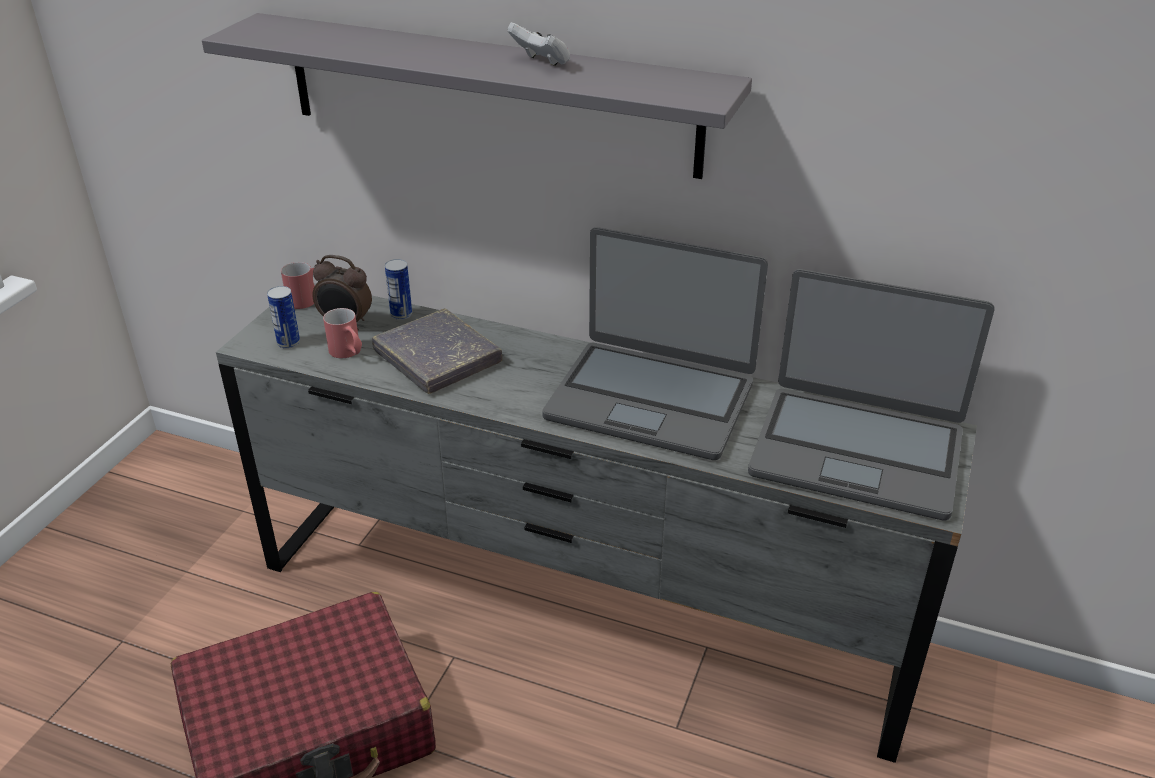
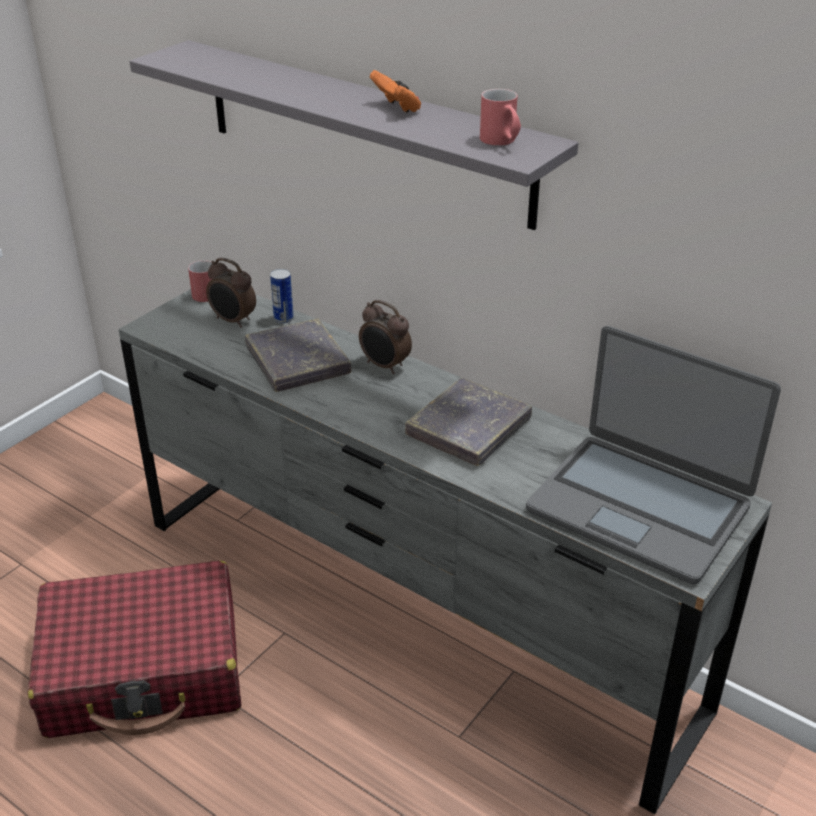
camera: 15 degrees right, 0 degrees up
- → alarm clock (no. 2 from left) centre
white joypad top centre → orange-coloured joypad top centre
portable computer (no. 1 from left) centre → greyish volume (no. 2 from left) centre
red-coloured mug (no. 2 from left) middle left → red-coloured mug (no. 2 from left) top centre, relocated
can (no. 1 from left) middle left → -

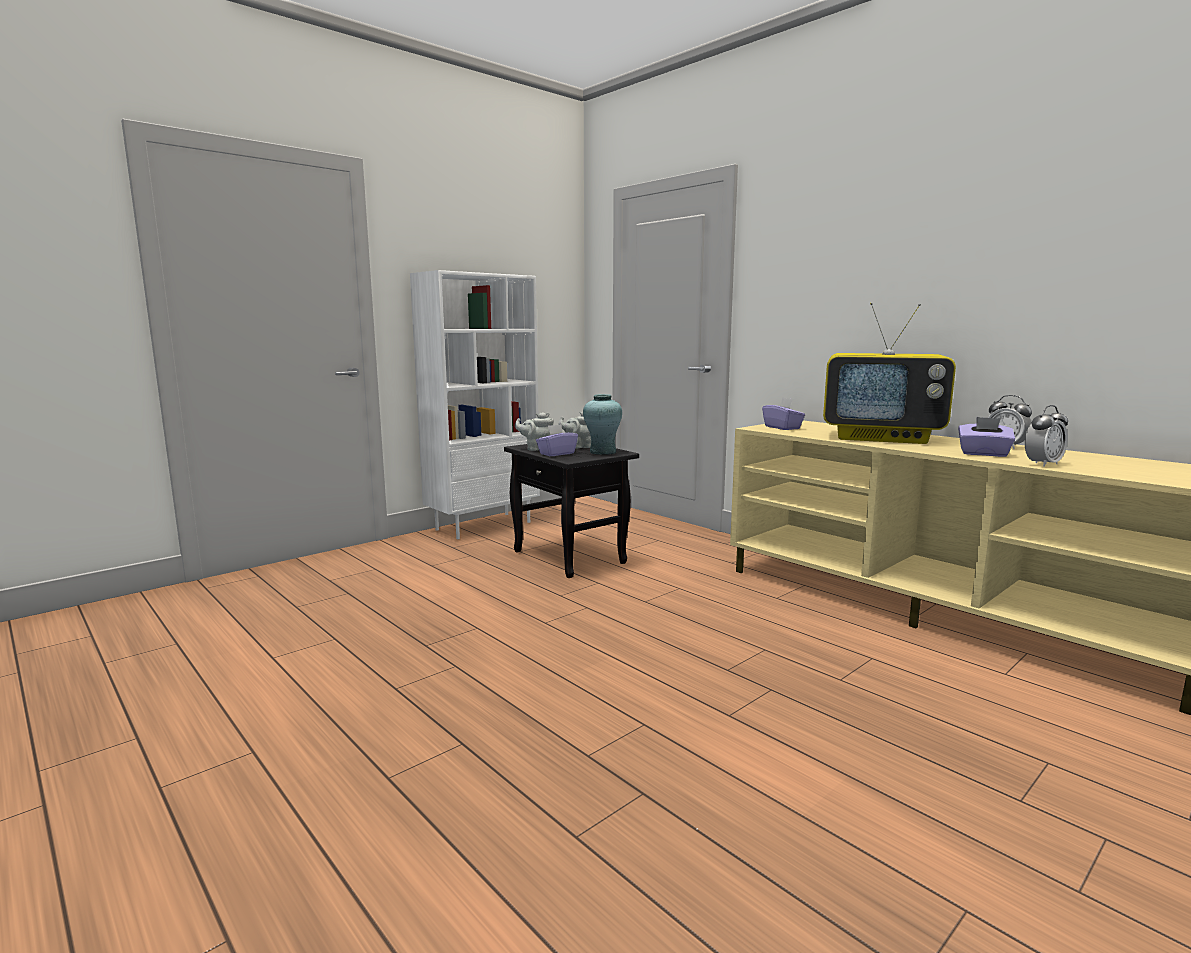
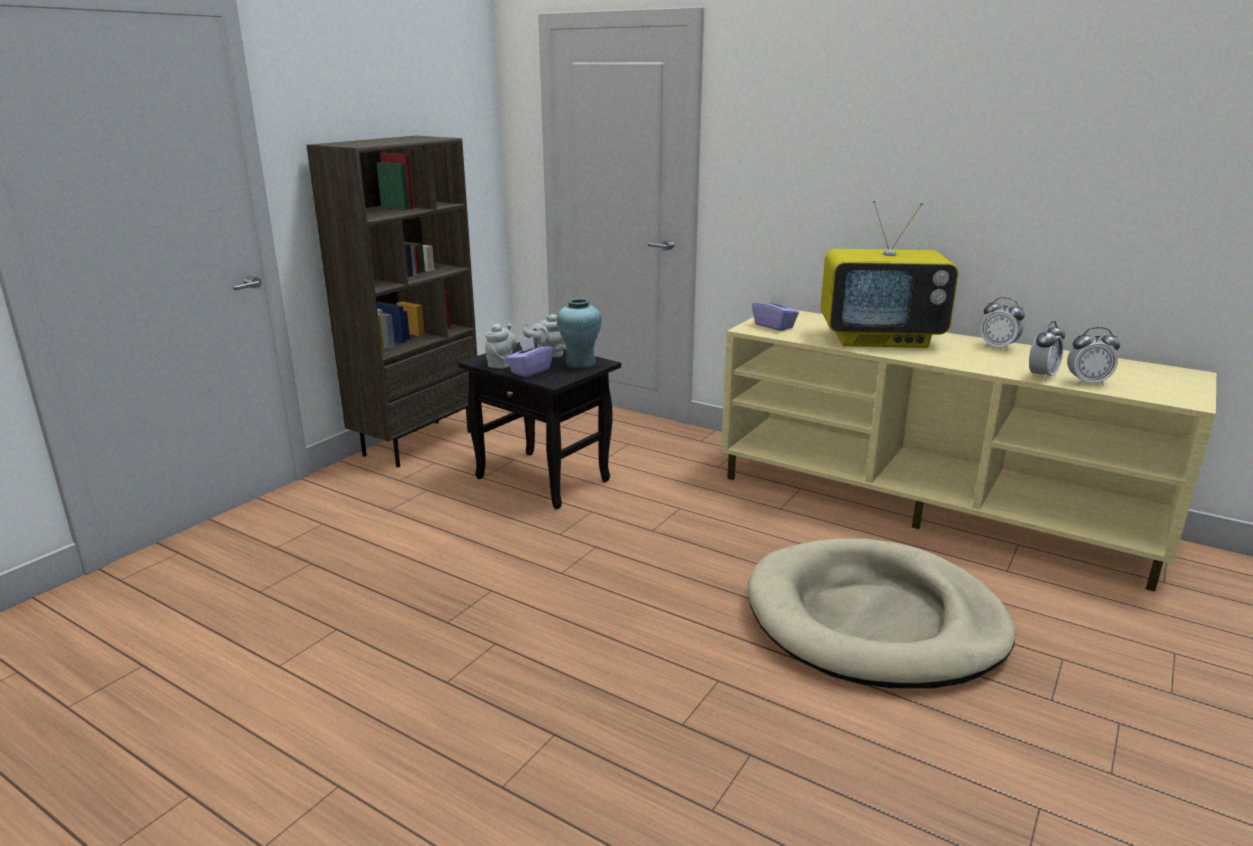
camera: 15 degrees left, 10 degrees up
white shelving unit centre → brown-coloured shelving unit middle left
greyish tea pot (no. 1 from left) centre, 120 degrees clockwise
- → beige dog cushion bottom right
- → alarm clock (no. 3 from left) middle right
purplish tissue holder (no. 3 from left) middle right → -

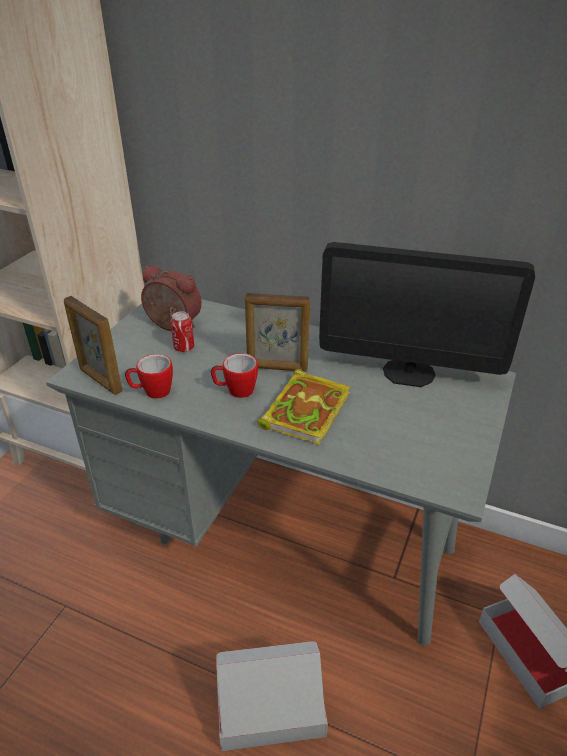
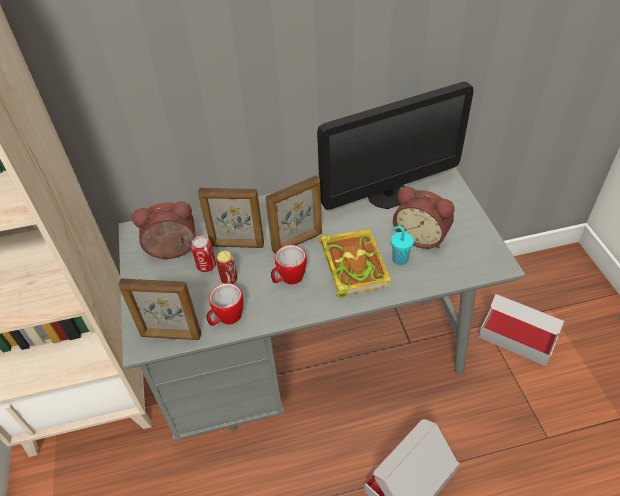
camera: 35 degrees left, 10 degrees up
- → standing frame (no. 2 from left) centre
- → can (no. 2 from left) centre
- → blue-green cup centre
- → alarm clock (no. 2 from left) middle right

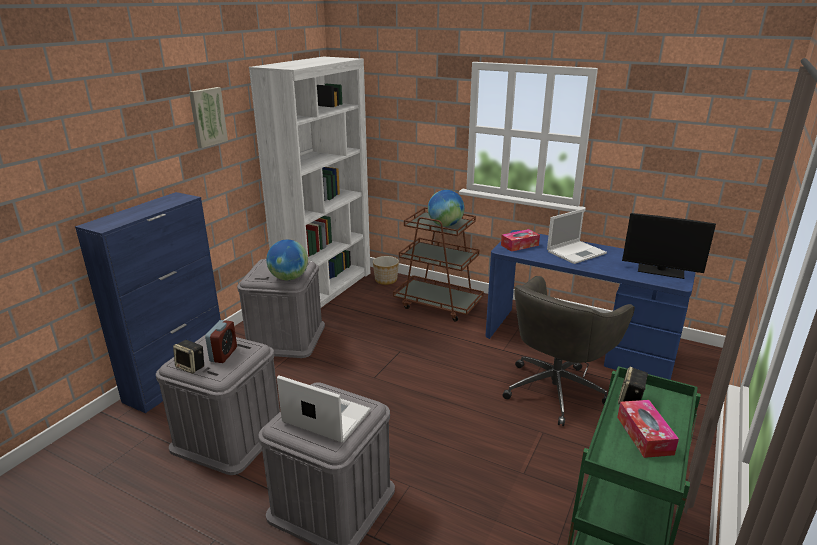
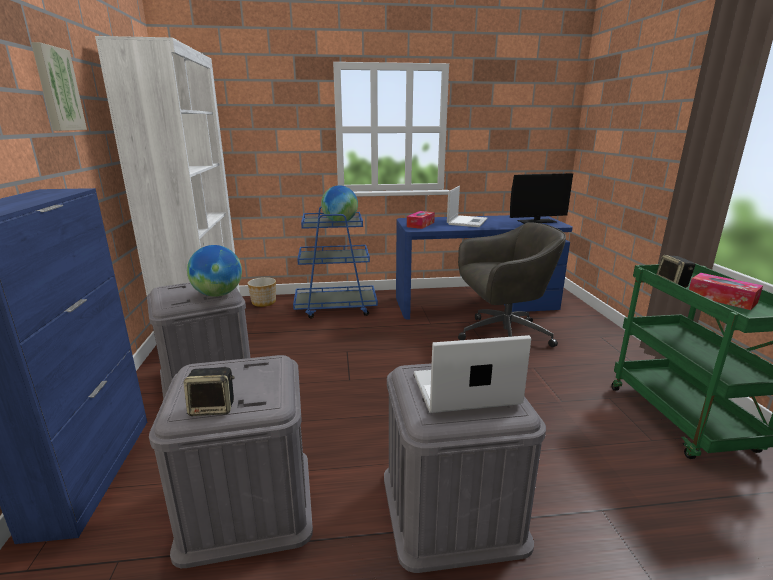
camera: 35 degrees left, 5 degrees down
brown-coloured cart centre → blue-coloured cart centre
greyish computer chair middle right → greyish computer chair centre, 105 degrees counterclockwise
alarm clock middle left → -

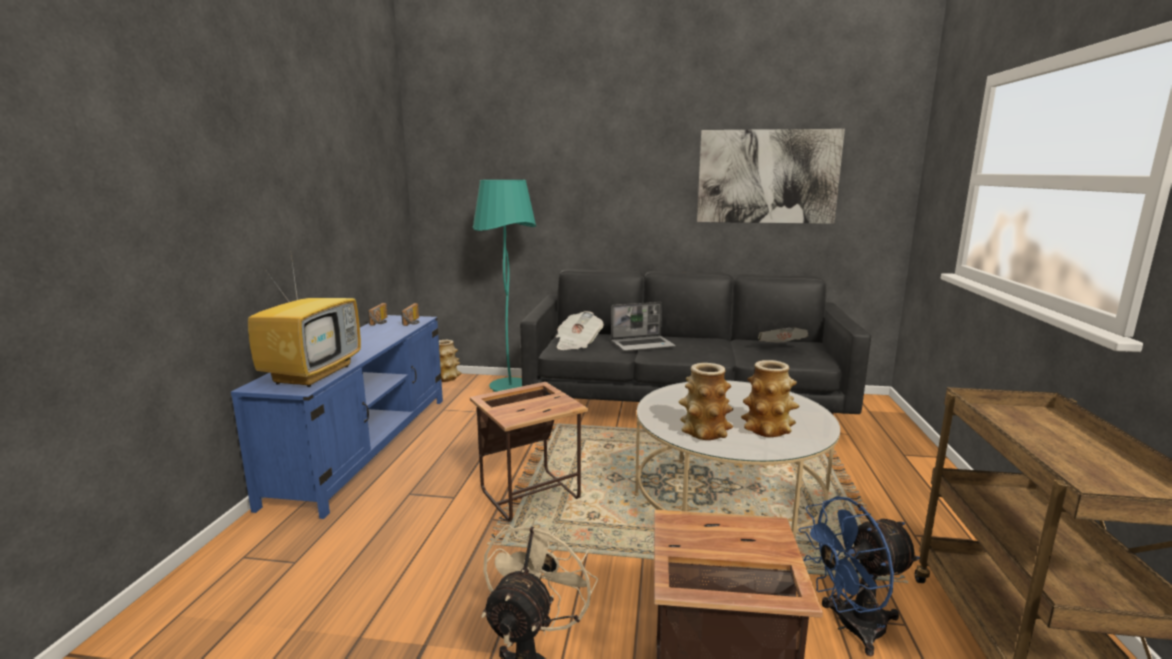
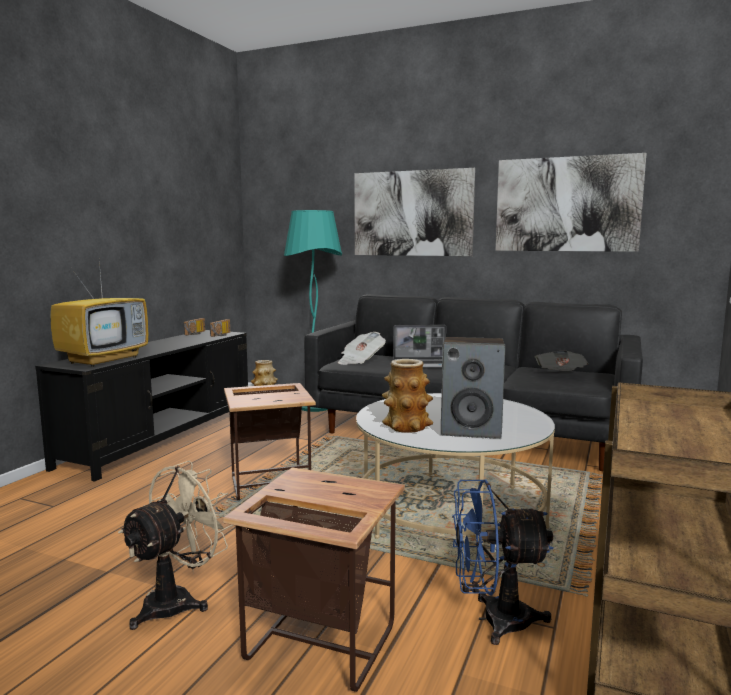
camera: 15 degrees right, 5 degrees down
blue-coloured tv unit middle left → black tv unit middle left
- → wall picture (no. 1 from left) top centre
vase (no. 3 from left) centre → loudspeaker centre

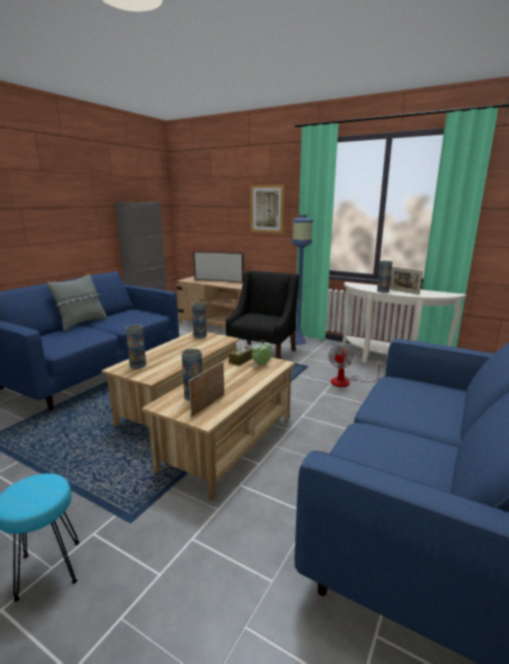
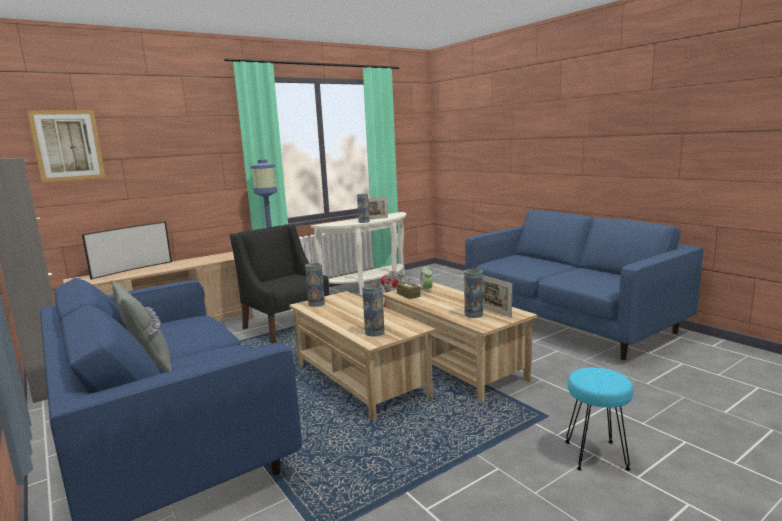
camera: 65 degrees left, 5 degrees down
wall picture top centre → wall picture top left, relocated

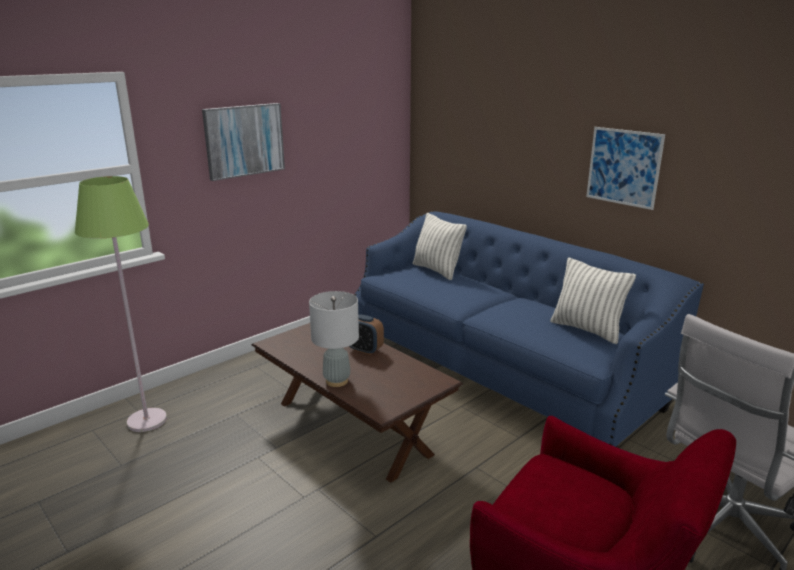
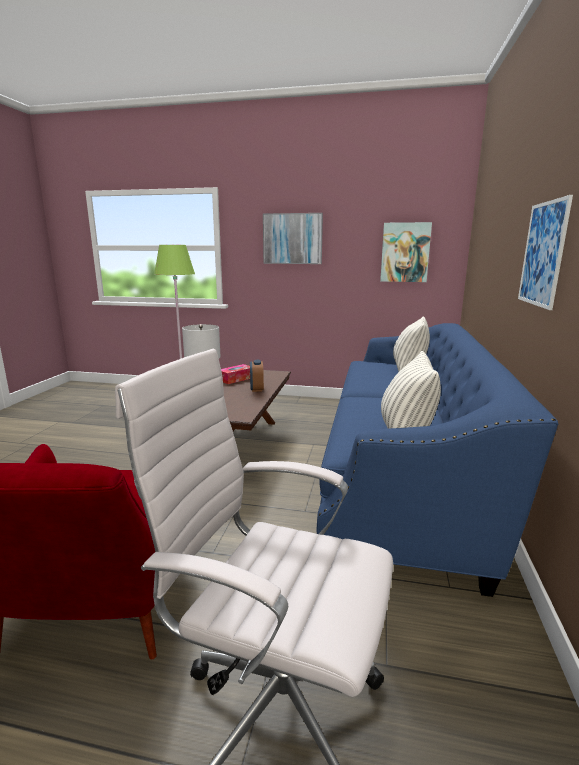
camera: 55 degrees right, 5 degrees down
- → tissue holder centre
- → wall picture (no. 2 from left) top right

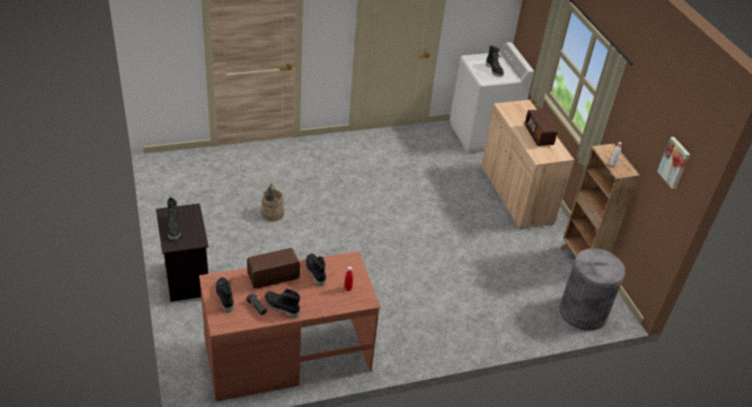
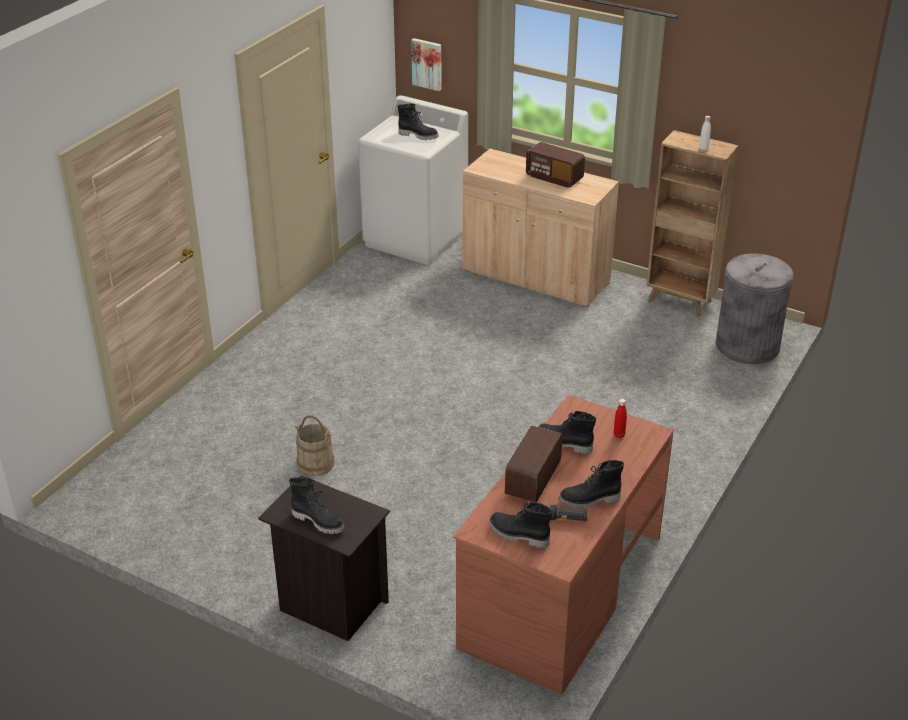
camera: 40 degrees left, 5 degrees down
wall picture middle right → wall picture top centre, relocated

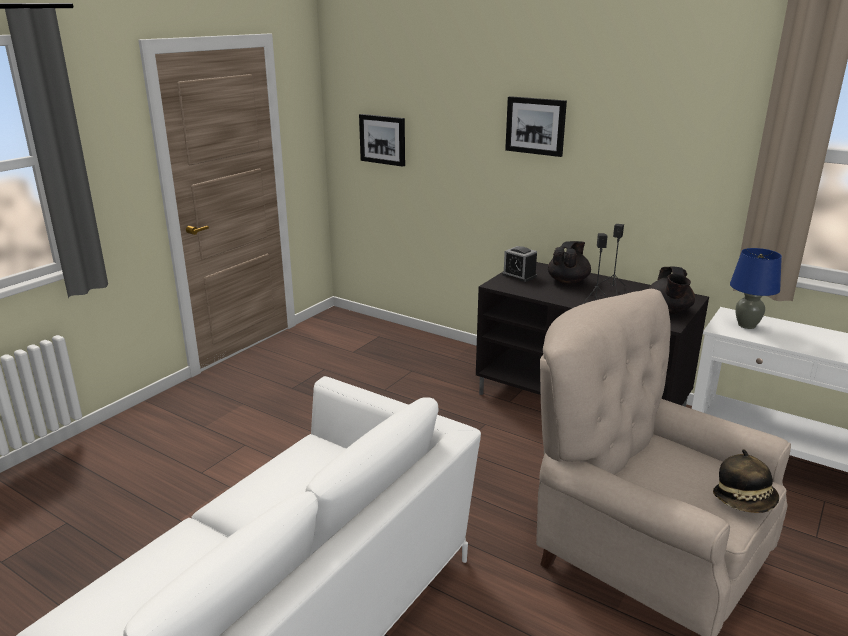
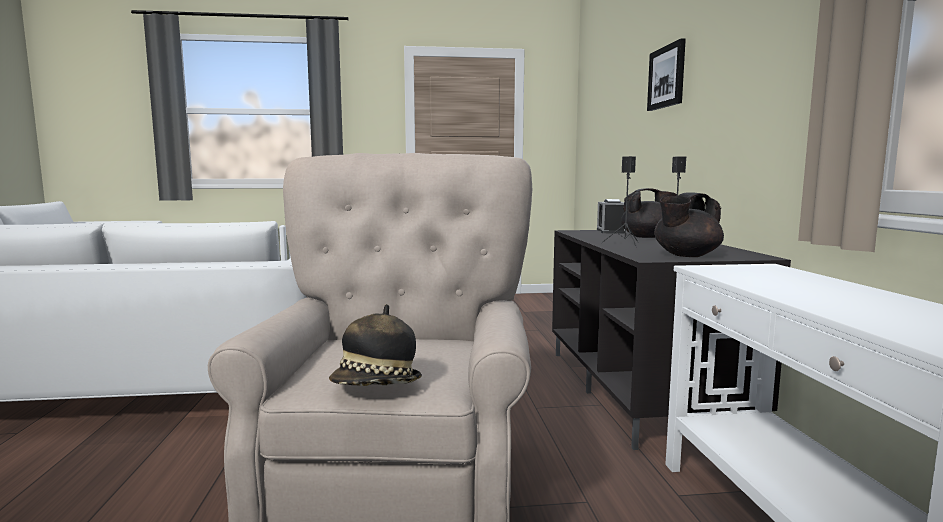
camera: 50 degrees right, 15 degrees down
wall picture (no. 1 from left) top centre → -
blue-coloured lamp for a table middle right → -

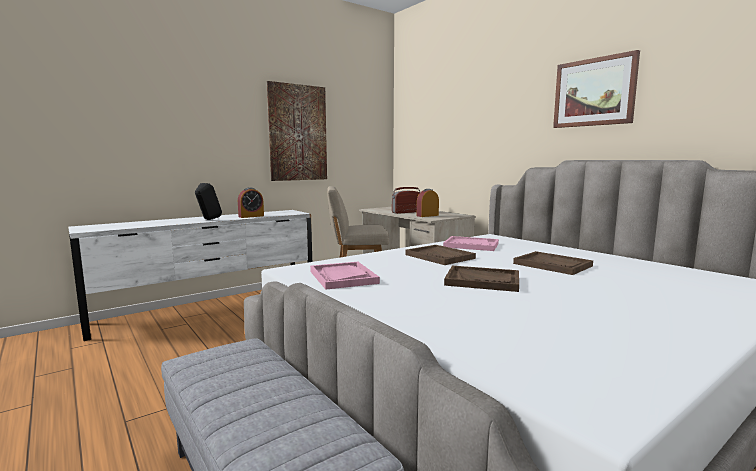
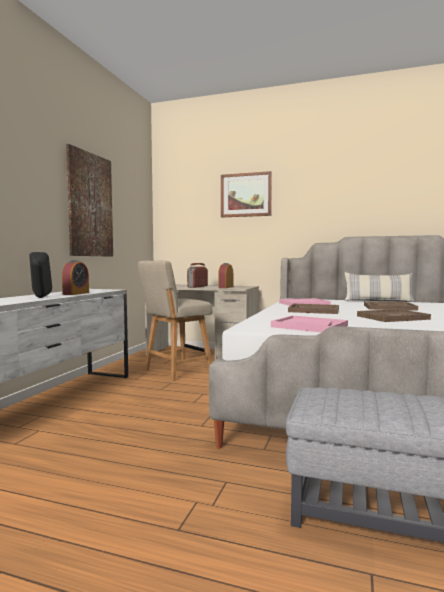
camera: 35 degrees left, 5 degrees down
wall picture (no. 2 from left) top right → wall picture (no. 2 from left) top centre, relocated
- → cushion middle right

